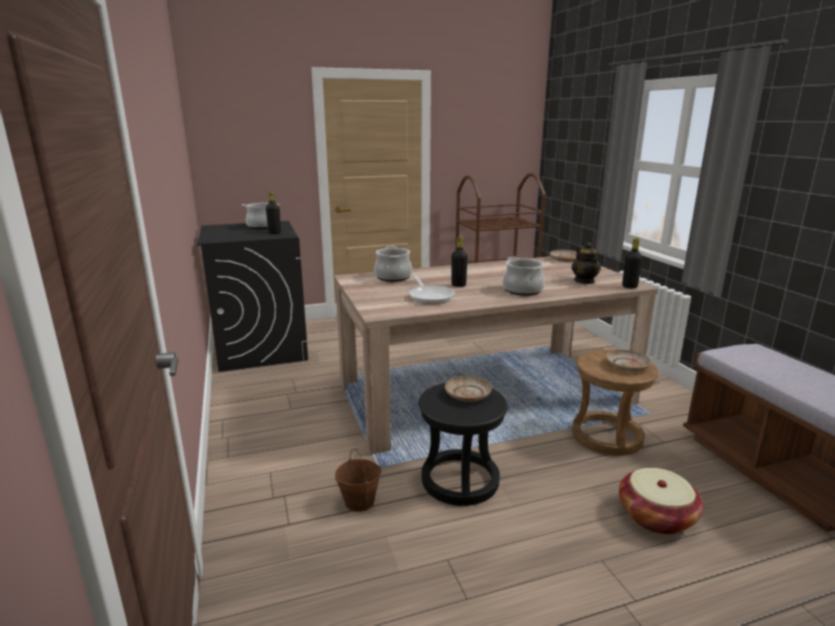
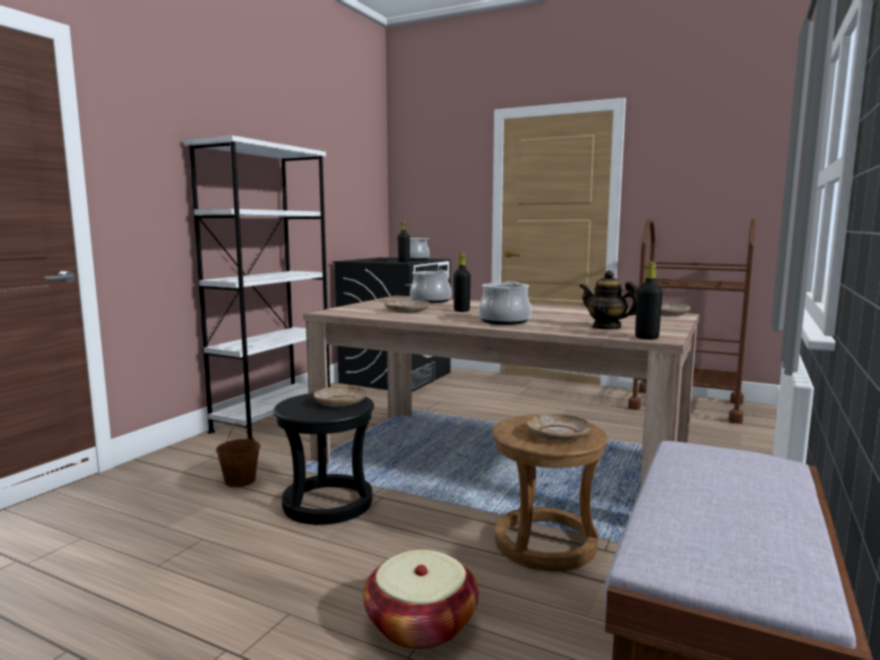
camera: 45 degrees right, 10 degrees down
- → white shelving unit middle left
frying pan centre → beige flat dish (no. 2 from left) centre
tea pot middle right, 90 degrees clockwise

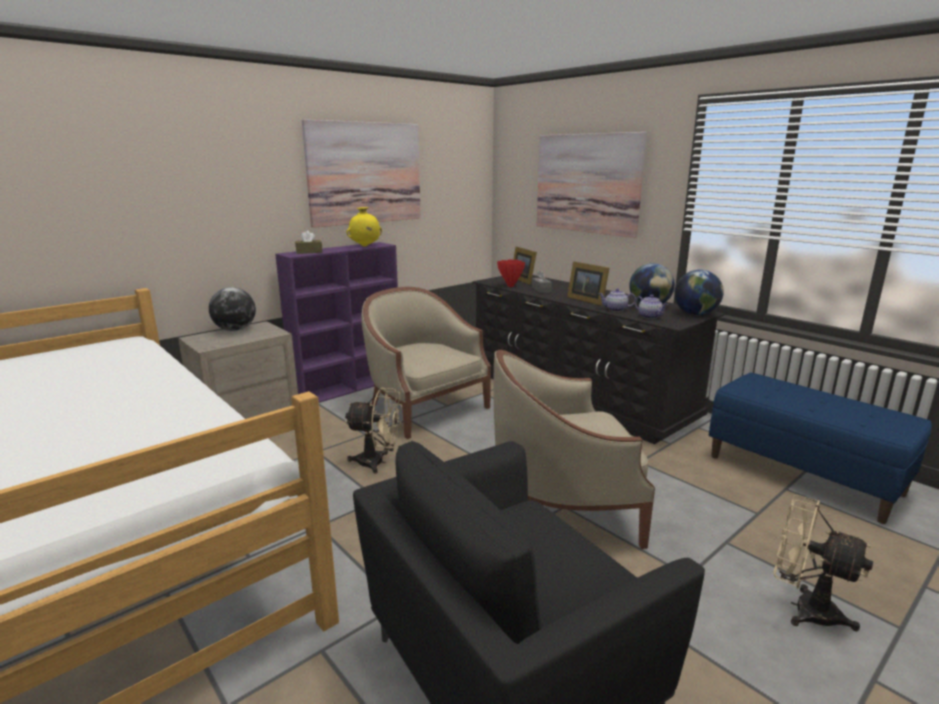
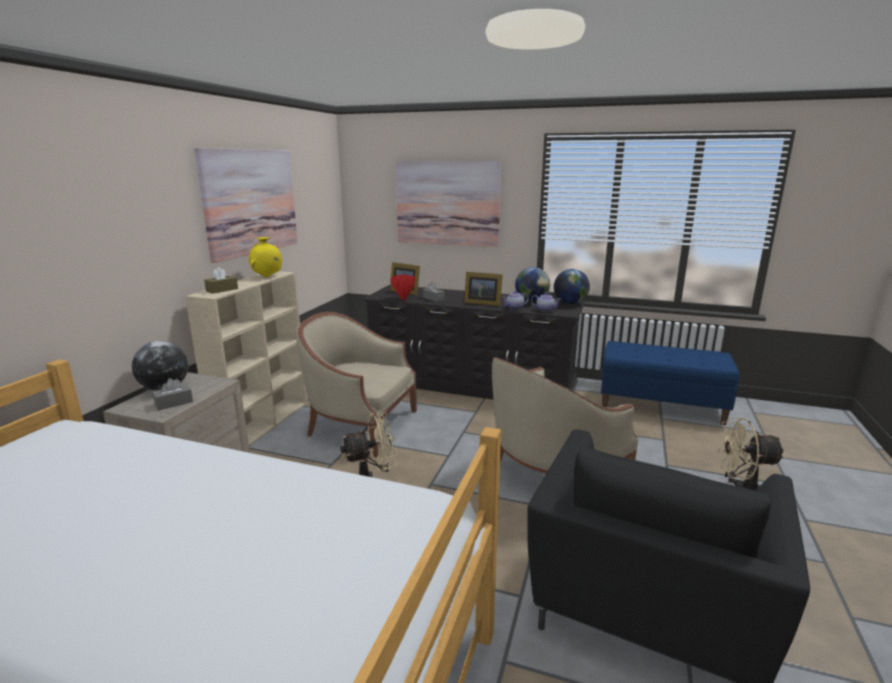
camera: 30 degrees left, 0 degrees up
- → greyish tissue holder (no. 1 from left) middle left
purplish shelving unit centre → beige shelving unit middle left

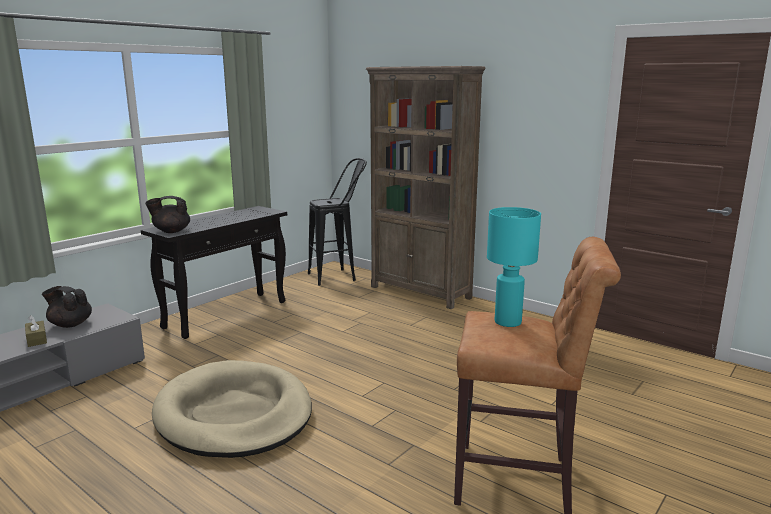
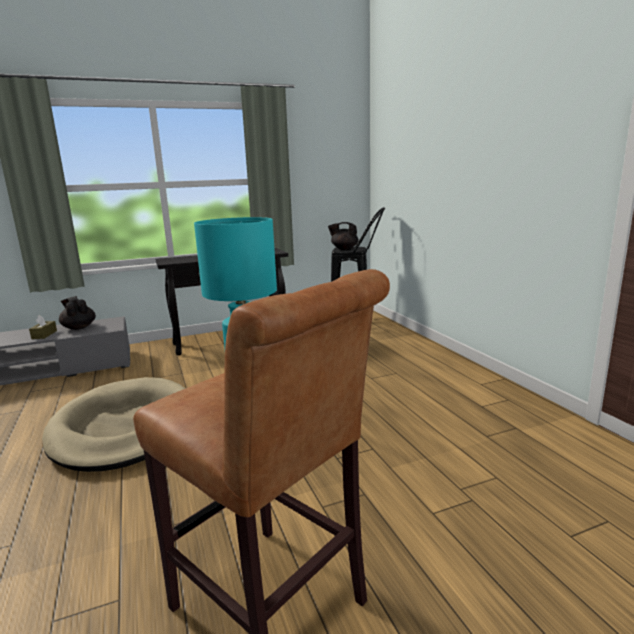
camera: 30 degrees right, 0 degrees up
black tea pot (no. 2 from left) middle left → black tea pot (no. 2 from left) centre, relocated
brown-coloured shelving unit centre → -

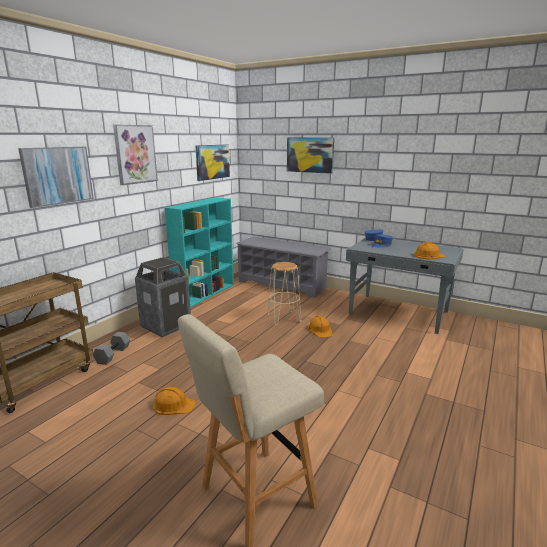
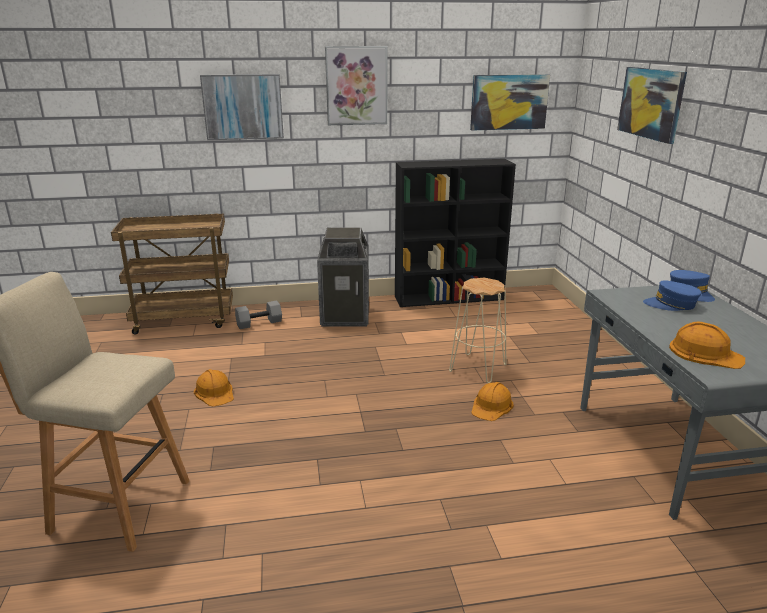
camera: 50 degrees right, 5 degrees up
blue-green shelving unit centre → black shelving unit centre
greyish shoe stand centre → -

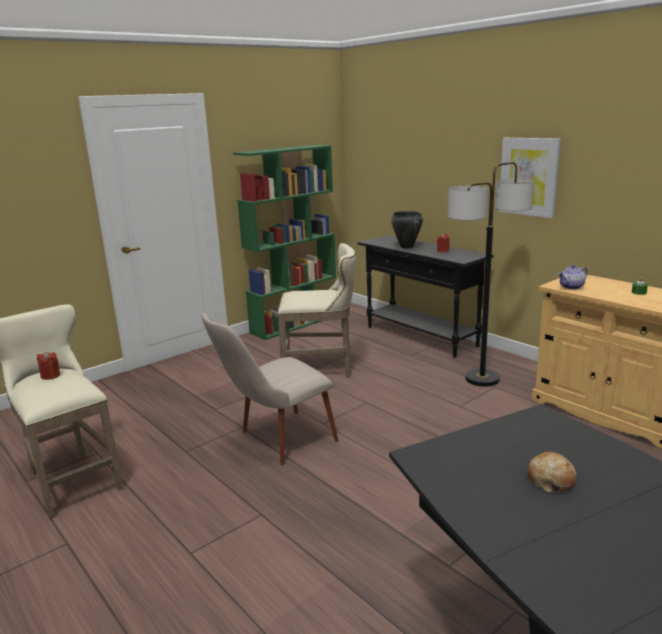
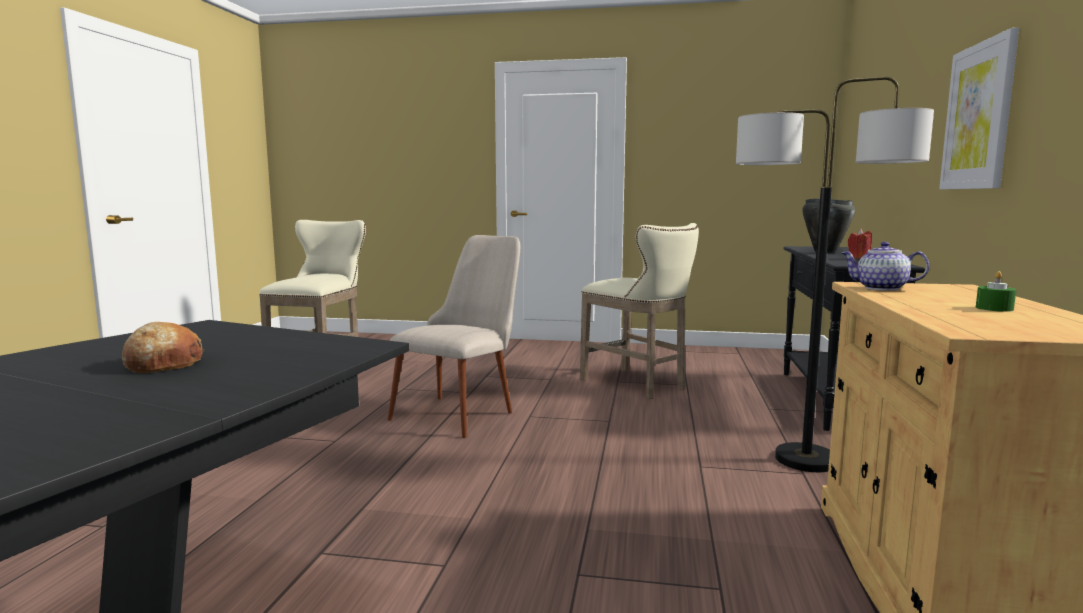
camera: 50 degrees right, 10 degrees down
beige plain chair centre, 105 degrees clockwise
red-coloured wax light (no. 1 from left) middle left → -
greenish shelving unit centre → -

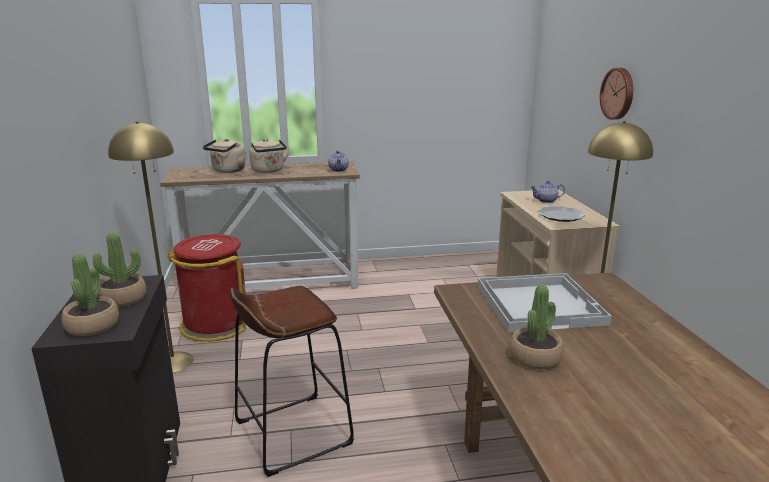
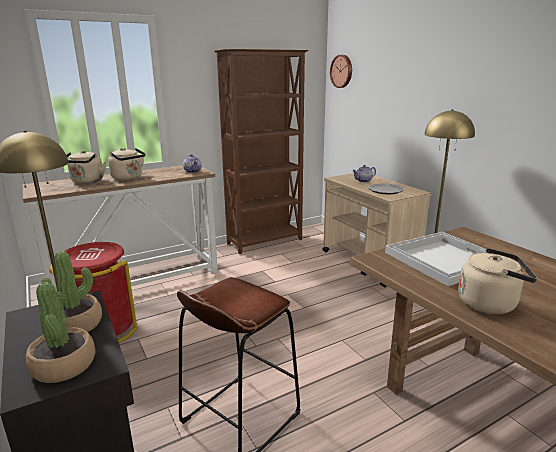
camera: 20 degrees left, 0 degrees up
- → brown-coloured shelving unit centre
wall clock top right → wall clock top centre, relocated
plant in a pot (no. 3 from left) bottom right → beige kettle (no. 3 from left) middle right

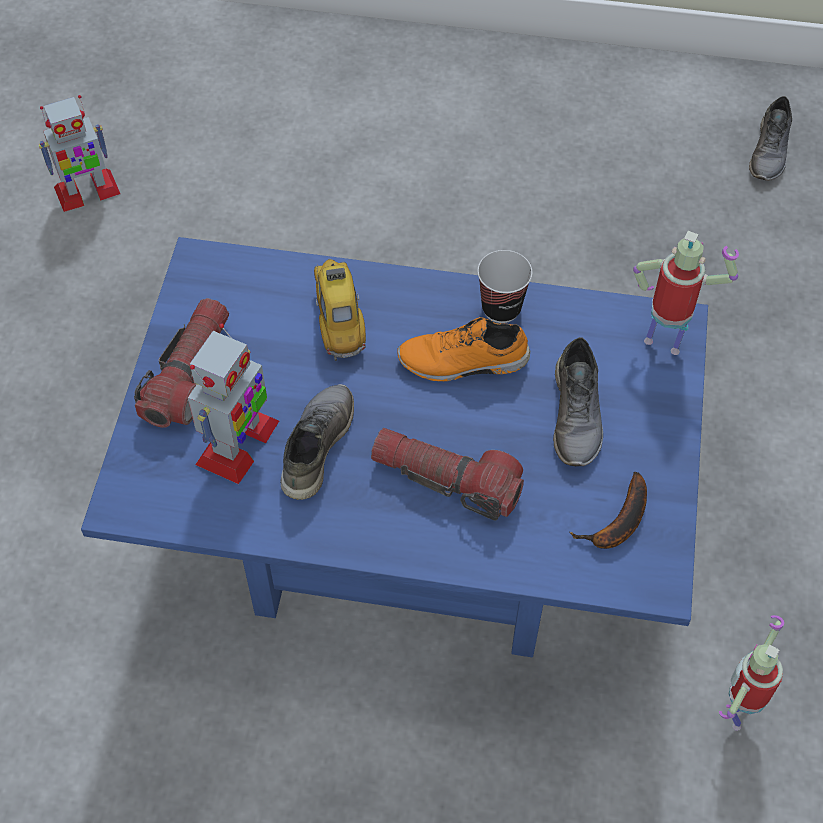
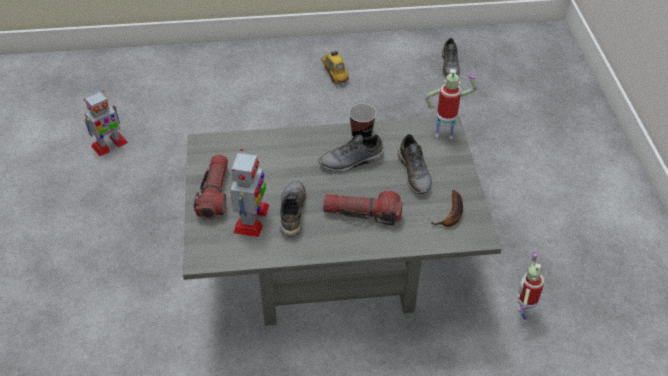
camera: 15 degrees left, 10 degrees down
blue-coloured lounge table centre → greyish lounge table centre
orange-coloured low shoe centre → greyish low shoe (no. 2 from left) centre
model car centre → model car top centre, relocated

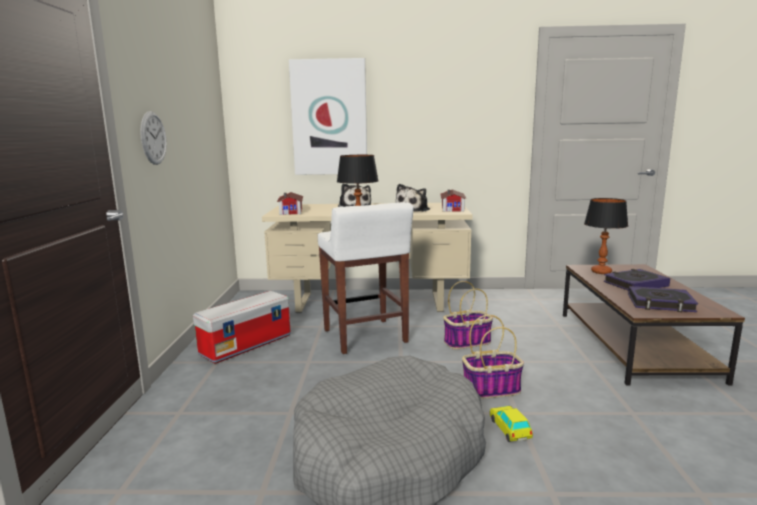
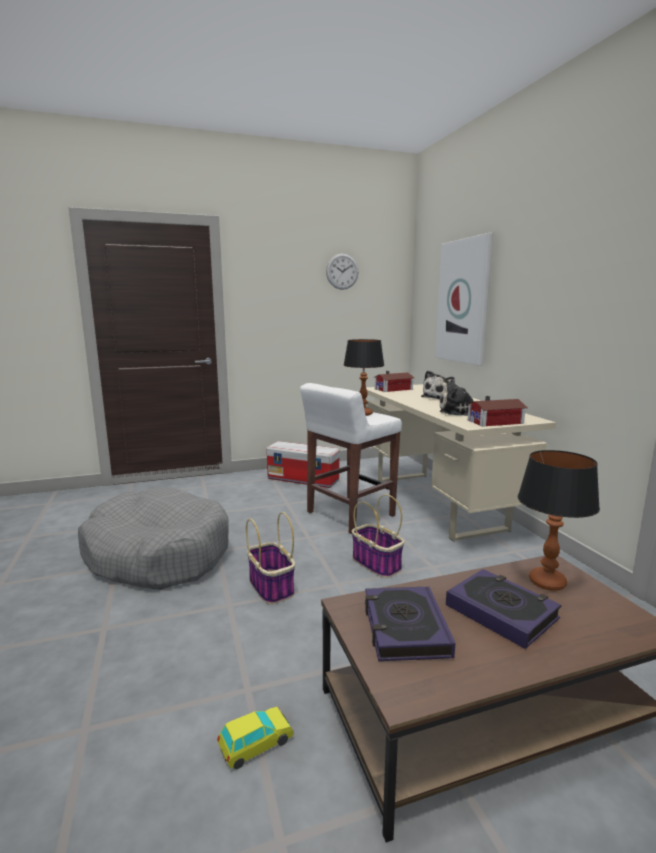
camera: 70 degrees right, 0 degrees up
model car bottom right → model car bottom centre, relocated
wall clock top left → wall clock top centre, relocated

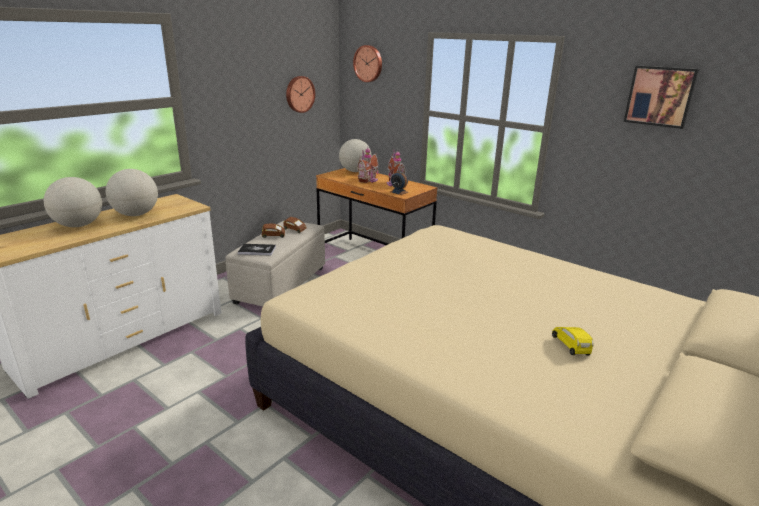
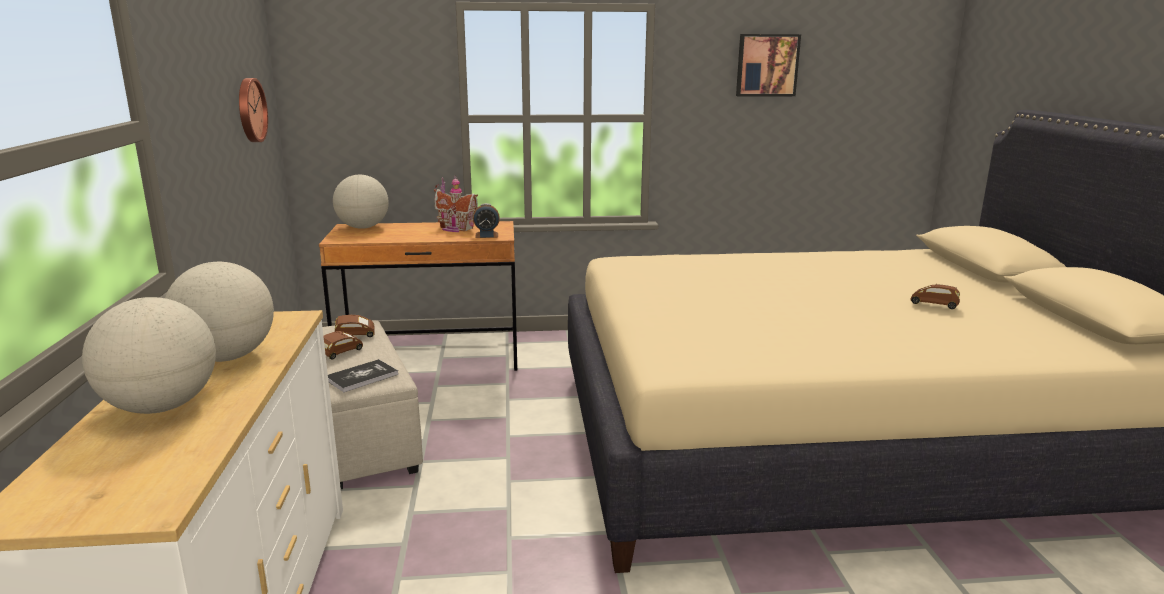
camera: 45 degrees left, 5 degrees down
yellow-coloured model car bottom right → brown-coloured model car (no. 3 from left) middle right
wall clock (no. 2 from left) top centre → -
miniature house (no. 1 from left) top centre → -

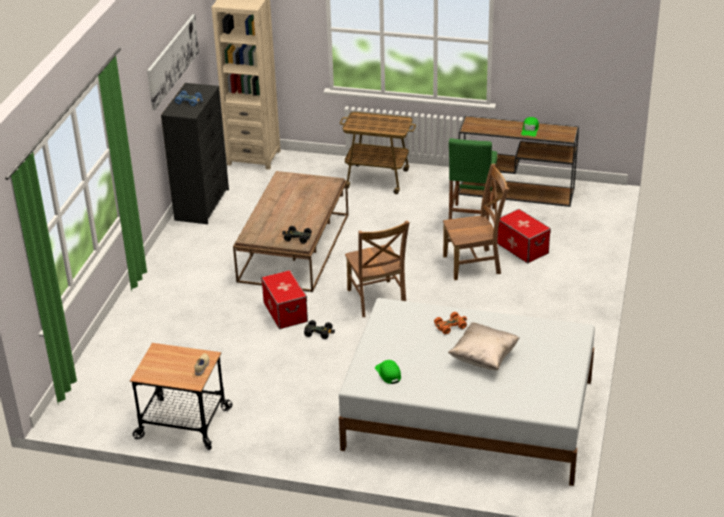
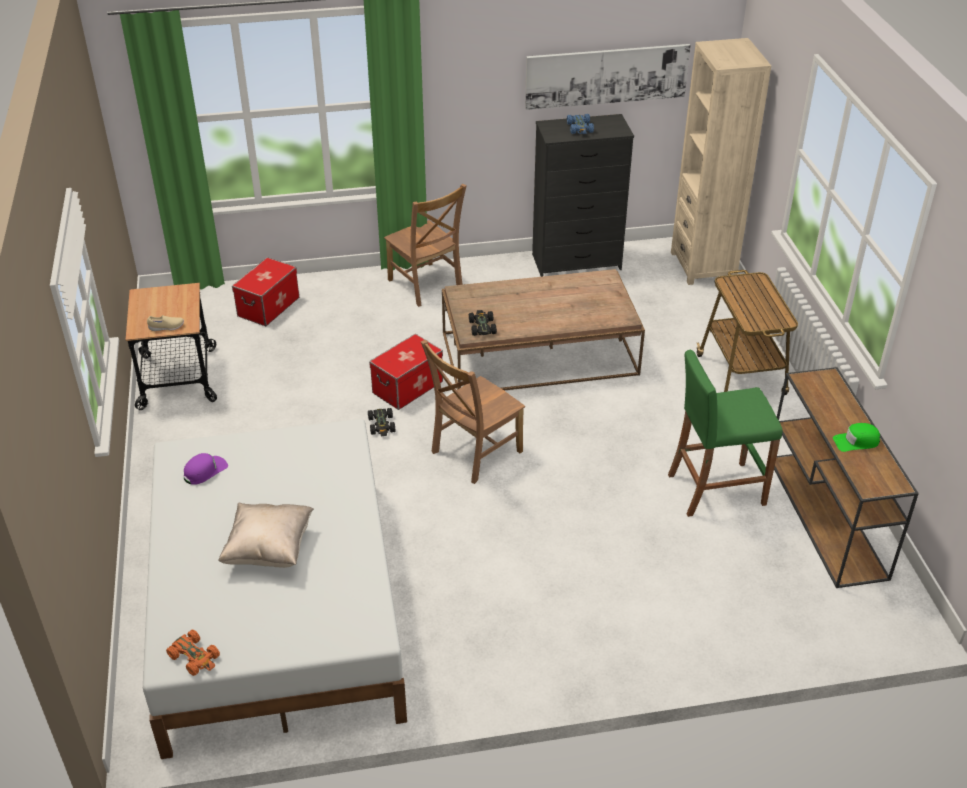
camera: 65 degrees right, 5 degrees up
orange-coloured model car centre → orange-coloured model car bottom left, relocated
greenish cap (no. 1 from left) bottom centre → purplish cap middle left
storage box (no. 2 from left in the first image) middle right → storage box (no. 1 from left) middle left, relocated
brown-coloured plain chair (no. 2 from left in the first image) centre → brown-coloured plain chair (no. 1 from left) top centre, relocated

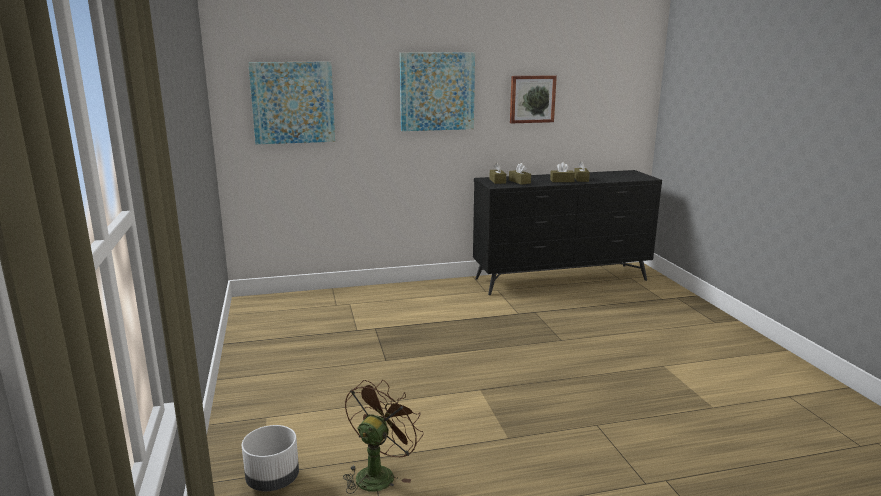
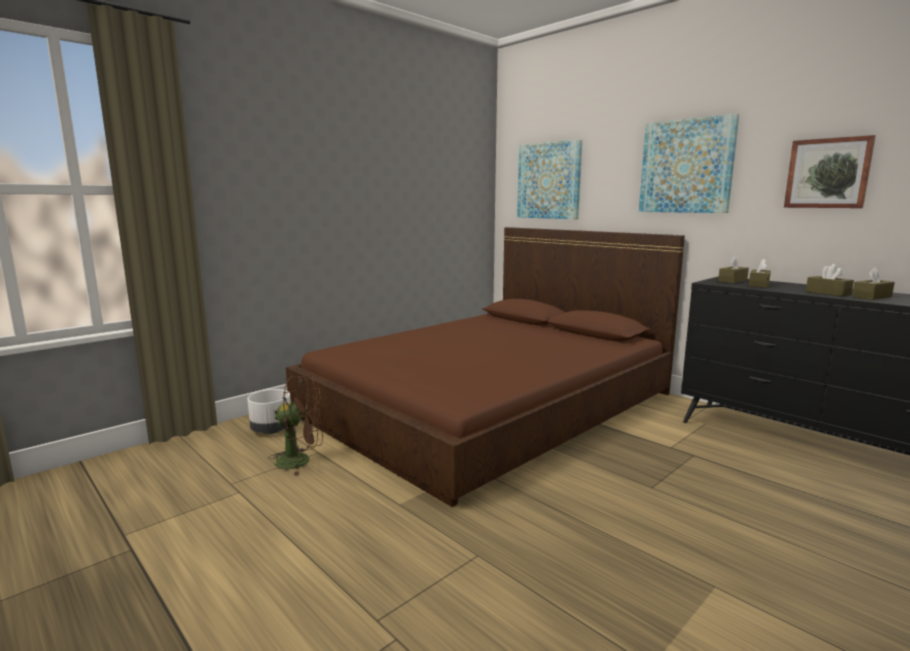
camera: 60 degrees right, 5 degrees down
- → brown-coloured bedroom bed centre

